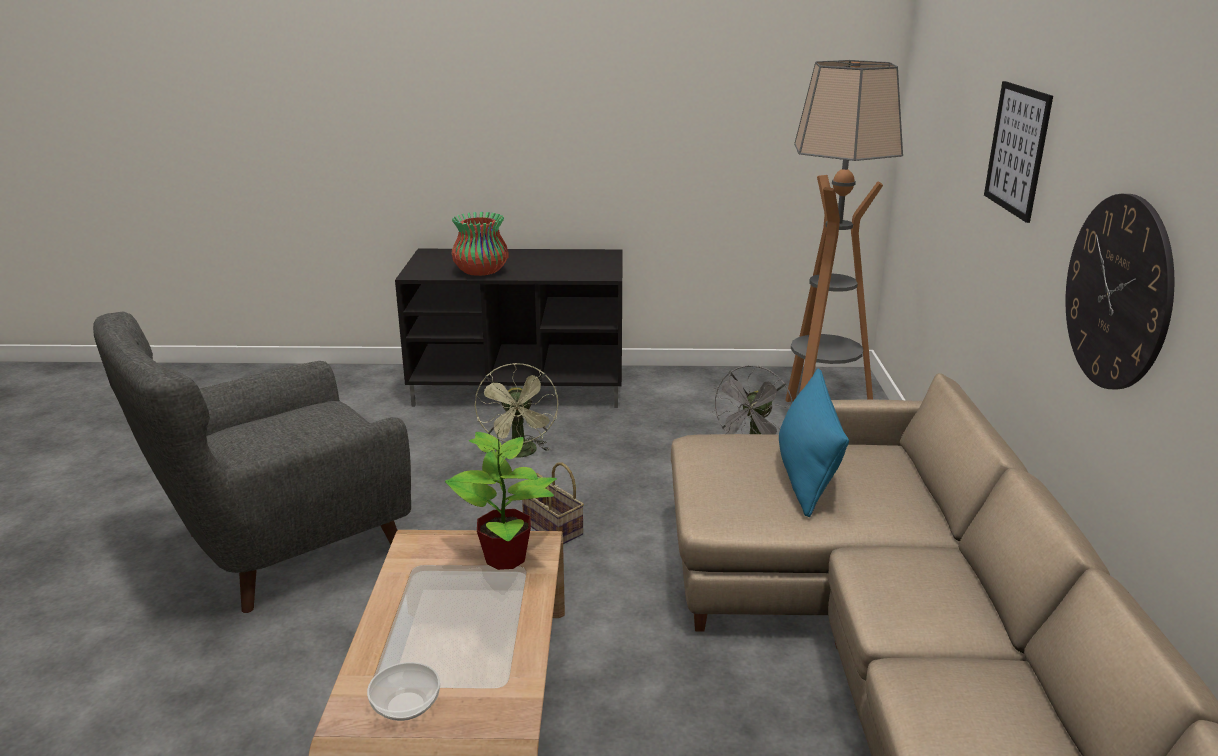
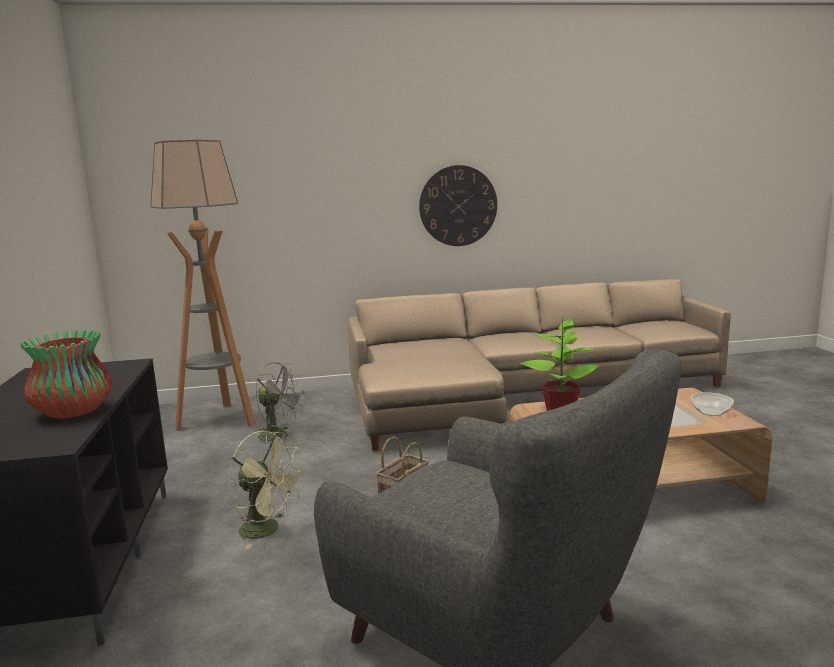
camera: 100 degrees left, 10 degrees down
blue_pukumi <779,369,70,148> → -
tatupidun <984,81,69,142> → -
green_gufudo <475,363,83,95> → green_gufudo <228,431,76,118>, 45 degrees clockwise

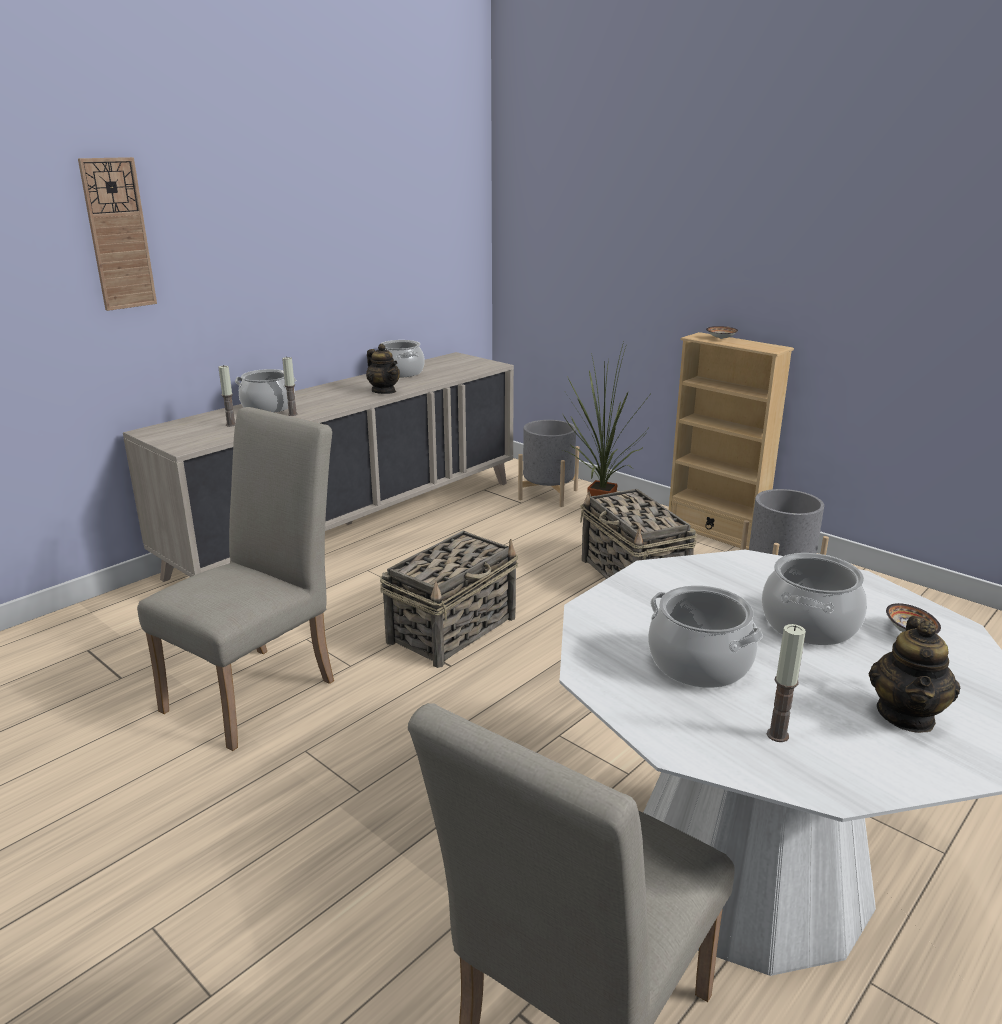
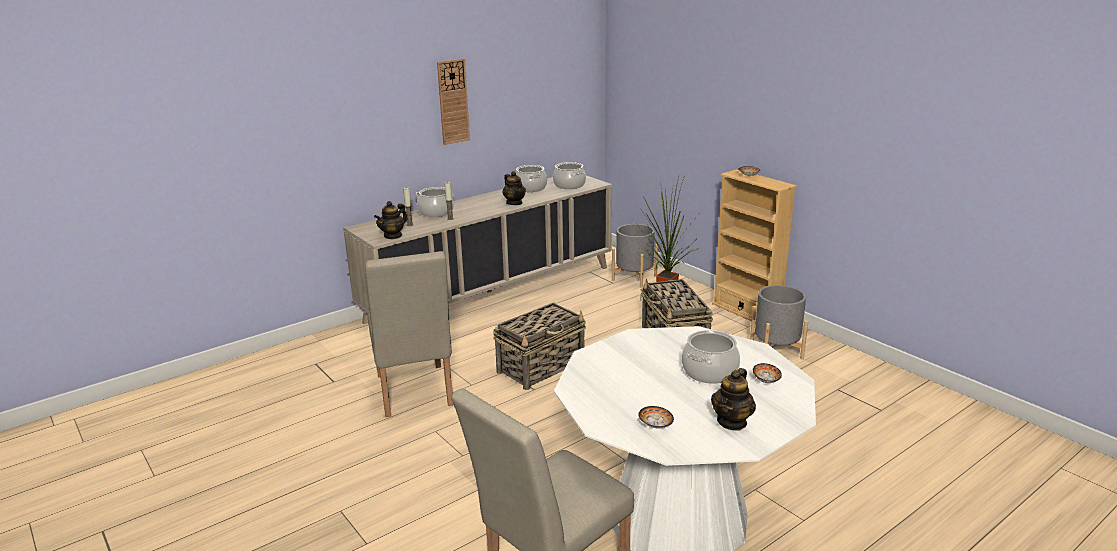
camera: 10 degrees right, 0 degrees up
- → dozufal <374,201,34,38>
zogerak <78,157,79,154> → zogerak <437,58,33,87>, moved
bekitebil <648,585,115,103> → bekitebil <553,162,33,27>, moved
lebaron <767,624,39,118> → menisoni <638,406,36,22>
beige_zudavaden <137,407,197,344> → beige_zudavaden <365,251,89,166>, 120 degrees clockwise

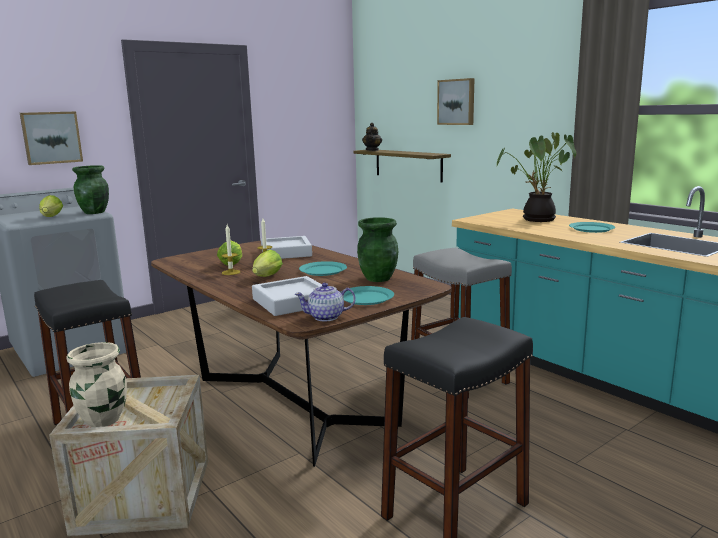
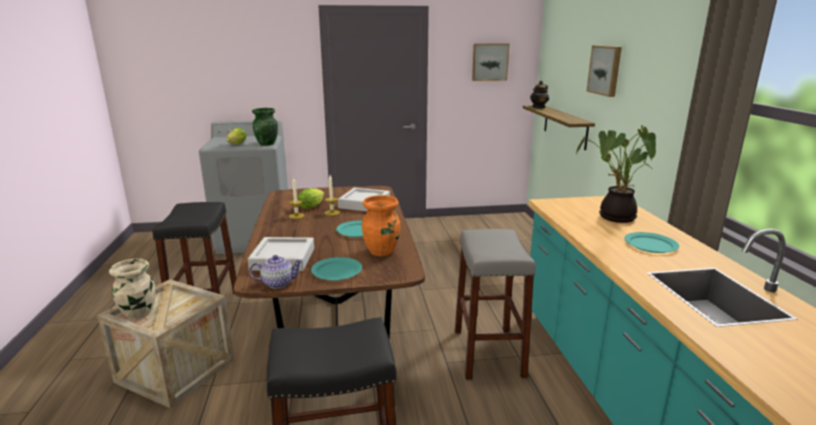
camera: 30 degrees right, 5 degrees up
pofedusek <252,250,31,27> → -
tatupidun <20,112,63,53> → tatupidun <472,44,38,37>, moved
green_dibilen <357,217,41,65> → orange_dibilen <362,195,38,61>
dozufal <295,283,61,38> → dozufal <249,255,54,33>, 150 degrees clockwise

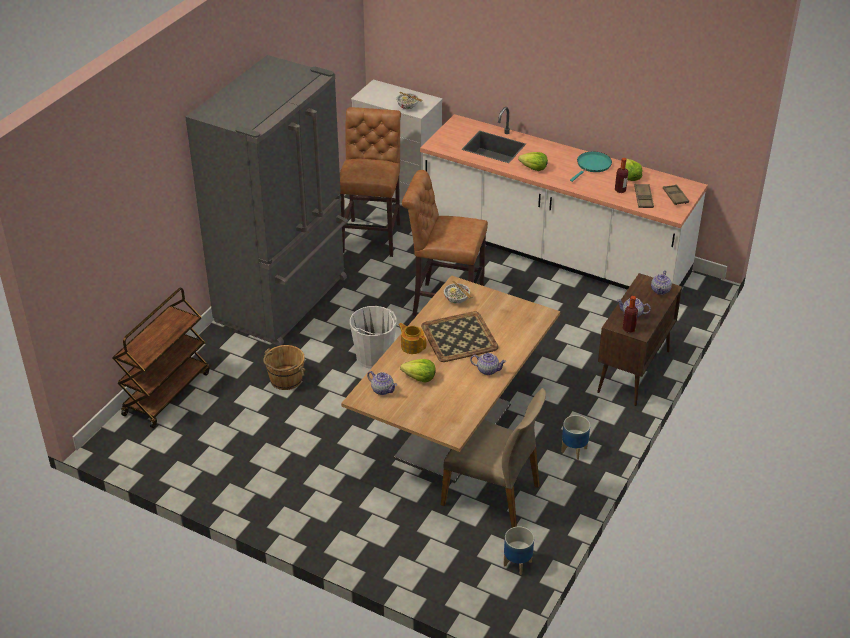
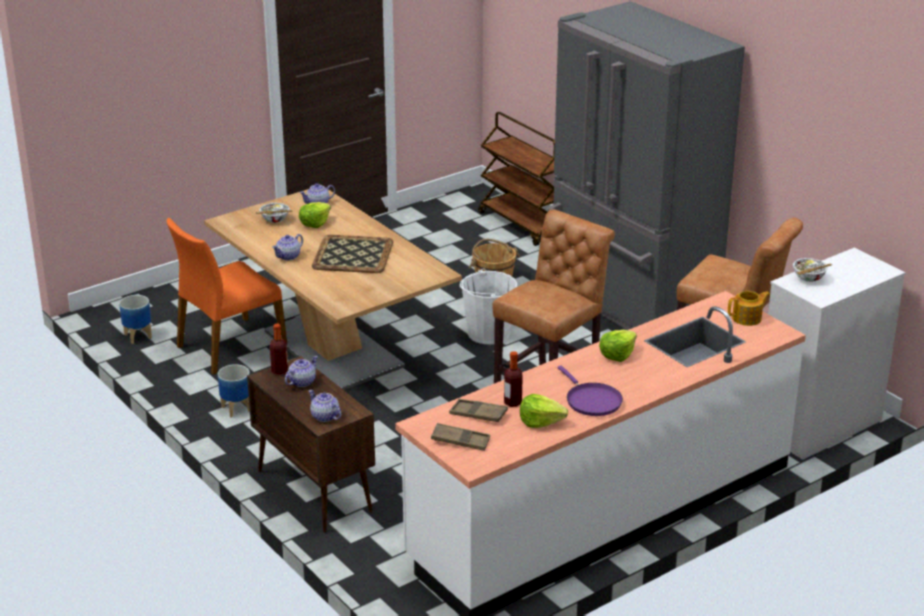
camera: 115 degrees right, 10 degrees down
dozufal <398,323,28,31> → dozufal <728,291,42,35>, moved
menisoni <444,281,28,23> → menisoni <256,203,37,20>, moved
beige_zudavaden <441,388,105,140> → orange_zudavaden <166,218,121,157>
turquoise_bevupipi <570,152,42,30> → purple_bevupipi <557,366,66,50>

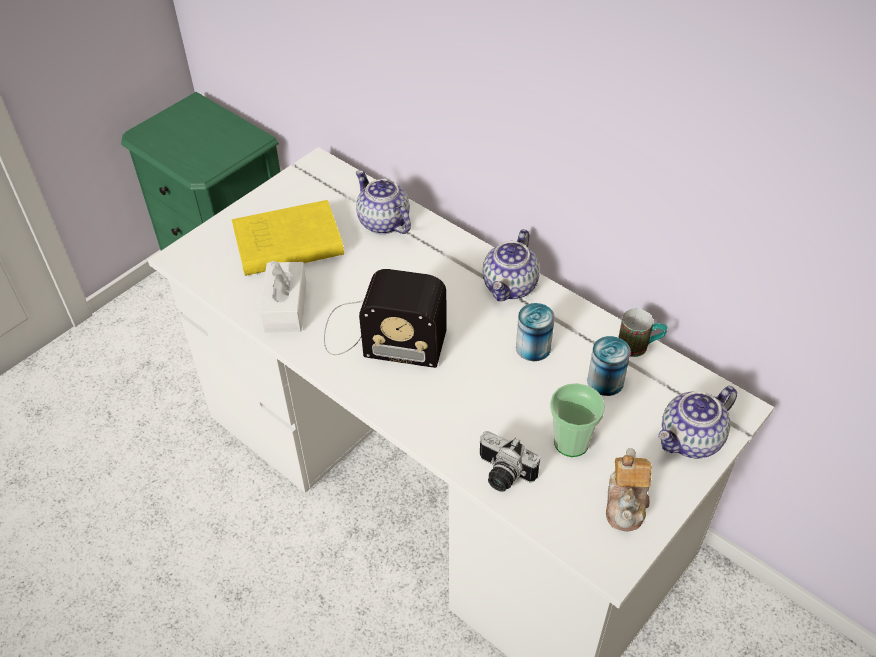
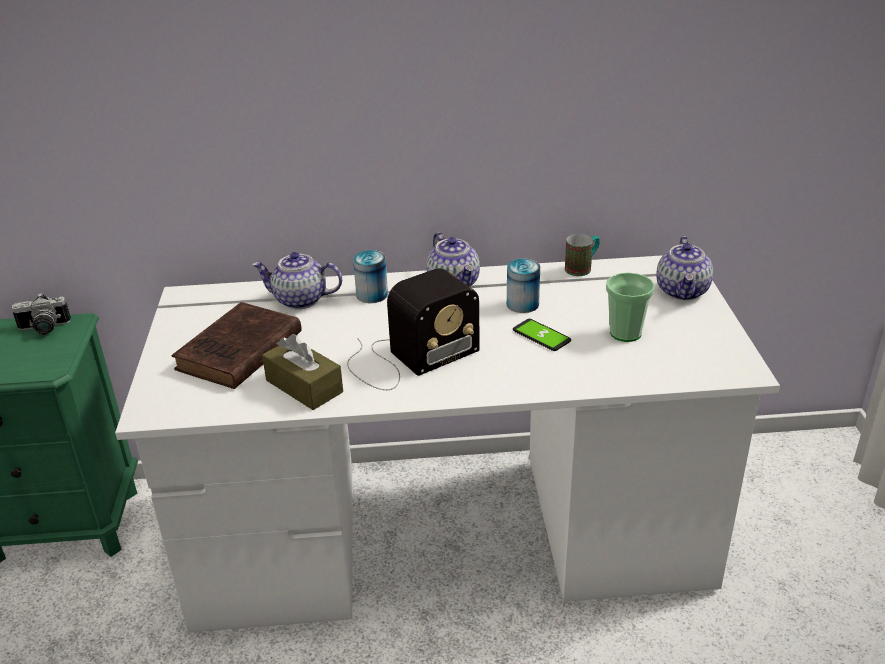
camera: 45 degrees left, 15 degrees down
dozufal <606,448,46,83> → -
- → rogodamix <513,319,58,32>
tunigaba <480,431,60,61> → tunigaba <12,292,59,43>, moved
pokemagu <587,336,44,60> → pokemagu <353,250,35,53>, moved
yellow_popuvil <232,200,112,76> → brown_popuvil <172,302,130,87>
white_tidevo <260,261,47,72> → brown_tidevo <262,334,81,76>

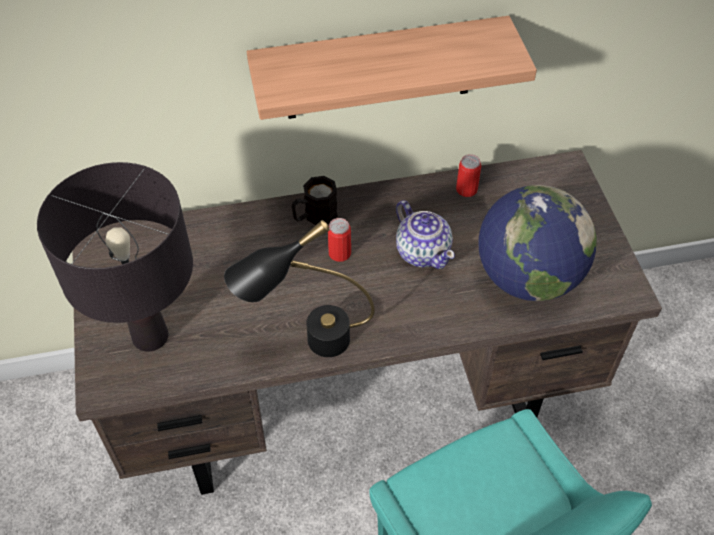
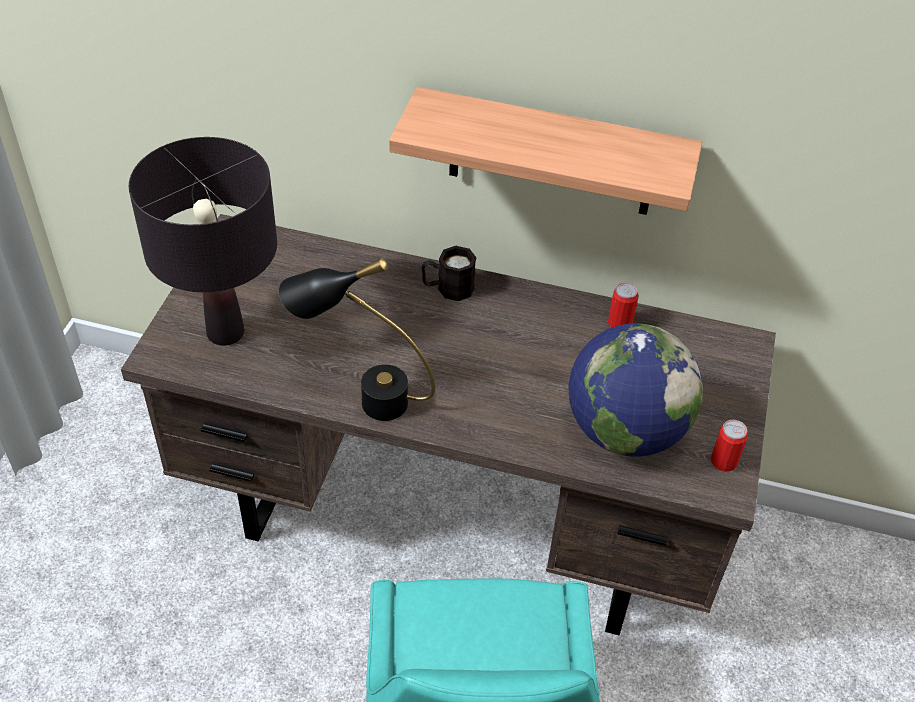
camera: 25 degrees right, 5 degrees down
dozufal <396,200,59,69> → -
pokemagu <328,218,23,44> → pokemagu <711,420,37,52>, moved

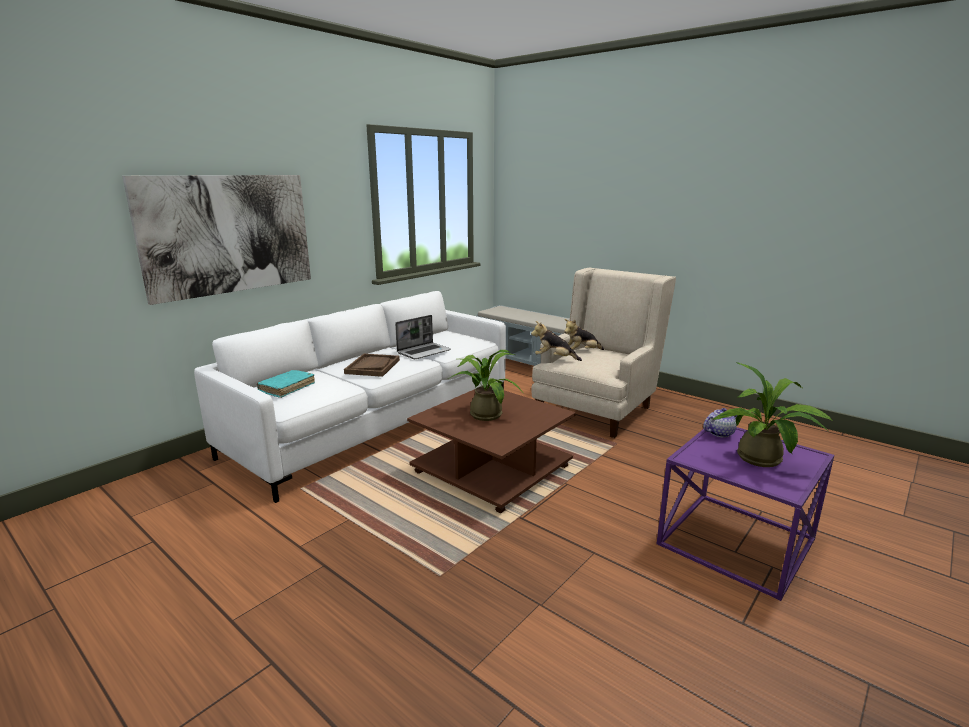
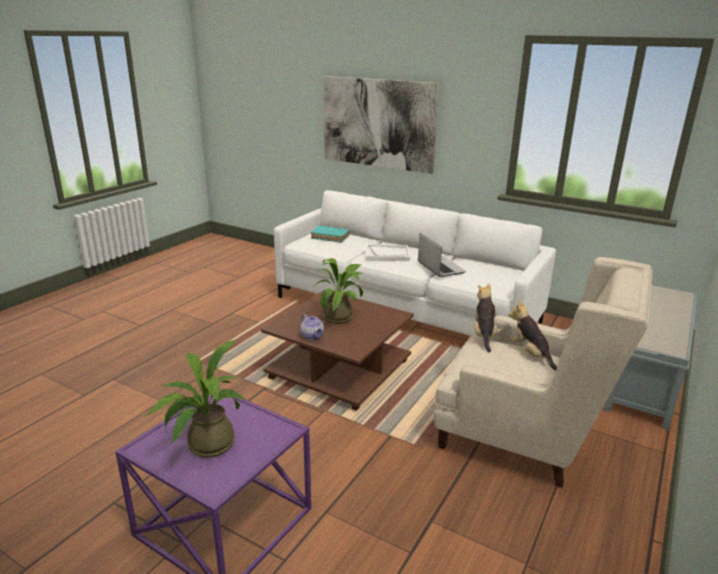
camera: 80 degrees right, 5 degrees up
dozufal <703,408,35,30> → dozufal <300,314,24,26>, moved
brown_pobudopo <344,354,56,23> → white_pobudopo <366,244,44,17>
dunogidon <395,315,56,44> → dunogidon <418,233,48,44>, 150 degrees counterclockwise

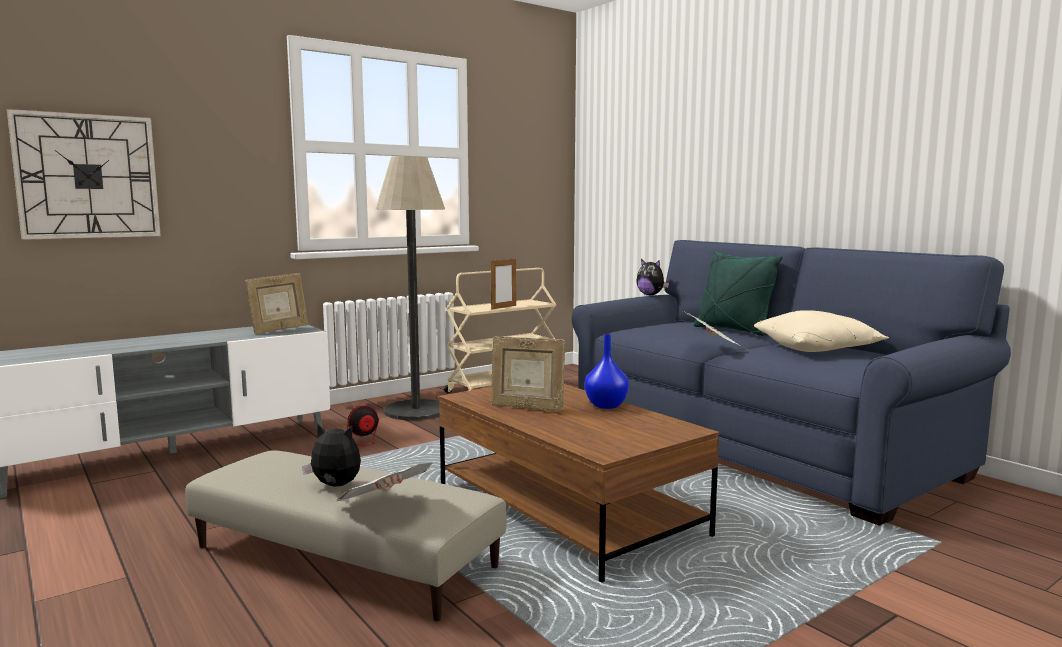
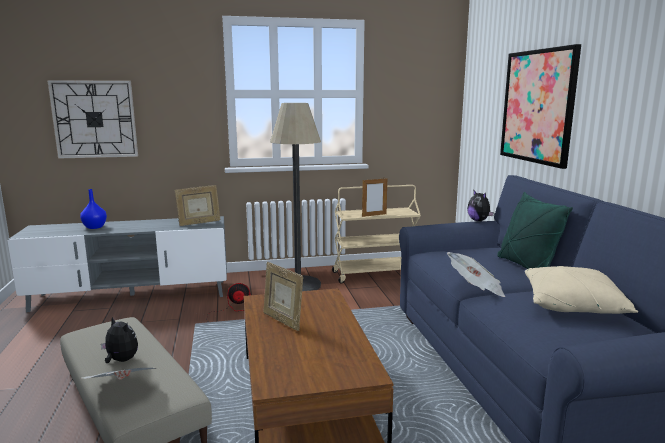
camera: 25 degrees right, 5 degrees up
- → tatupidun <500,44,81,125>
blue_dibilen <584,334,45,75> → blue_dibilen <80,189,27,40>, moved

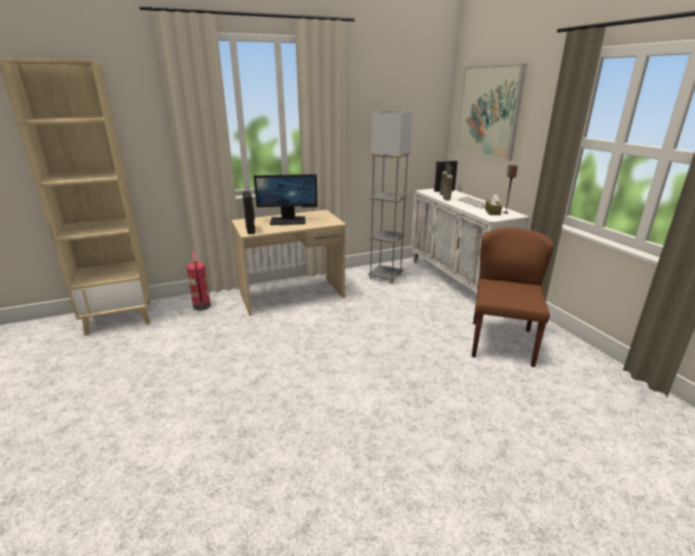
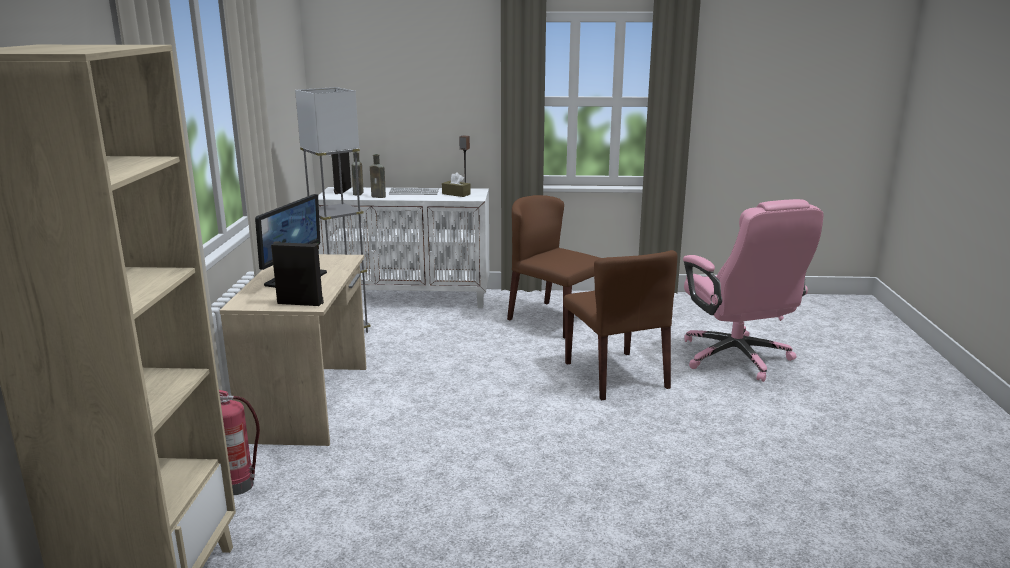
camera: 65 degrees left, 5 degrees down
tatupidun <456,64,71,97> → -
- → brown_zudavaden <564,250,114,150>
- → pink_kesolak <683,199,140,183>

